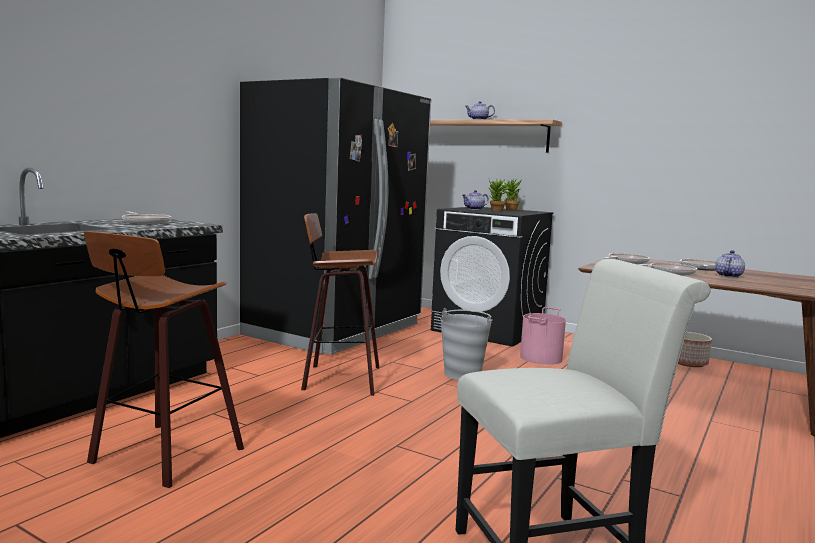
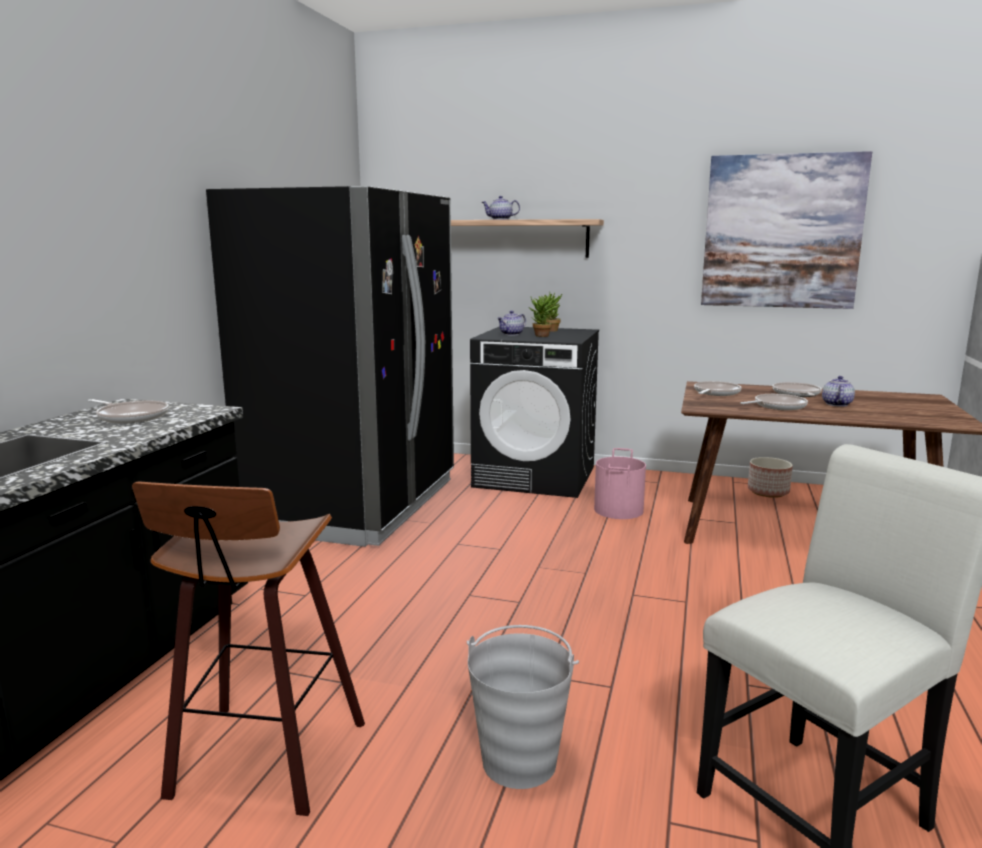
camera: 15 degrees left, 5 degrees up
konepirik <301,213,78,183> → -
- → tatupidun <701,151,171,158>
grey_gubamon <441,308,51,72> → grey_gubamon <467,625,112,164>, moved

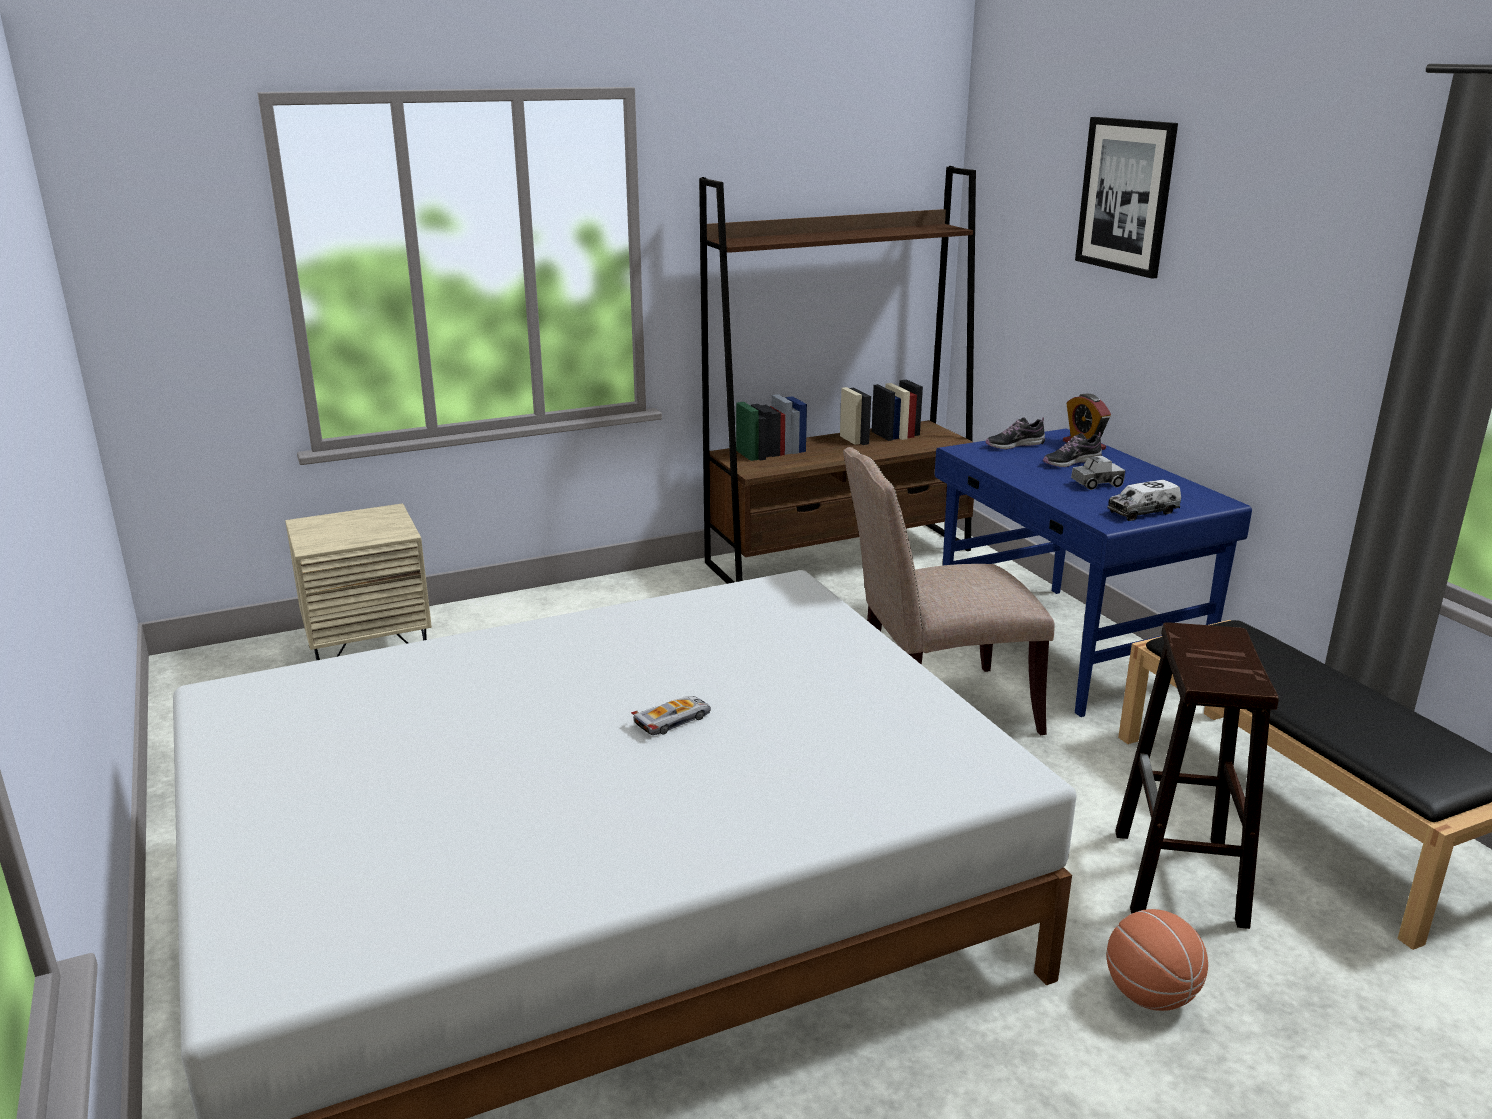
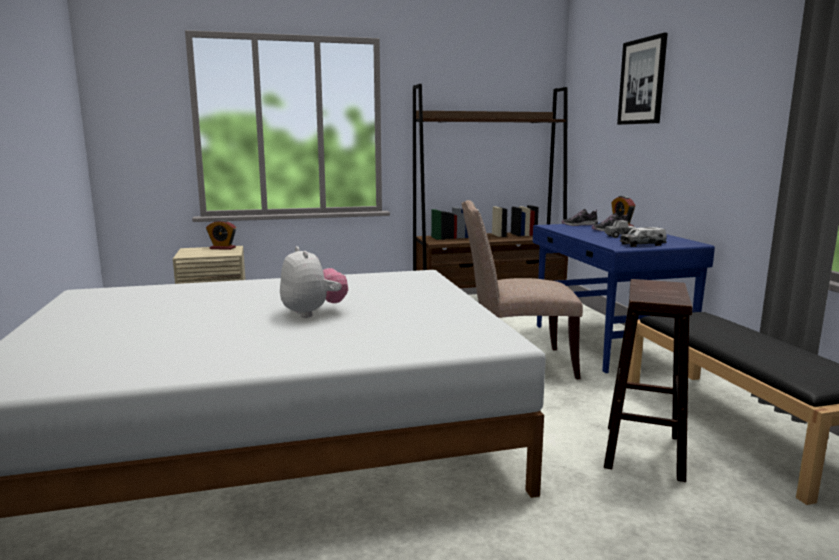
camera: 10 degrees right, 10 degrees down
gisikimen <1106,909,102,102> → -
- → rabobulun <206,219,30,31>
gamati <631,696,80,39> → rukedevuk <280,246,68,72>

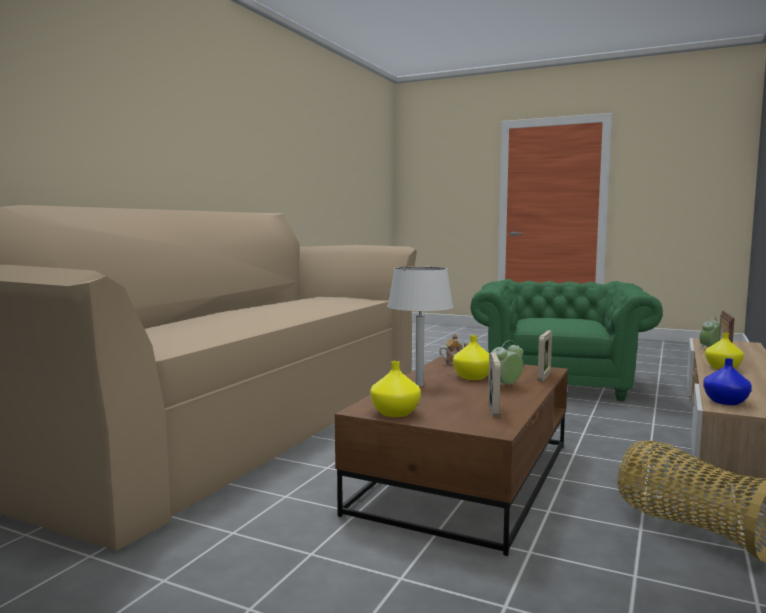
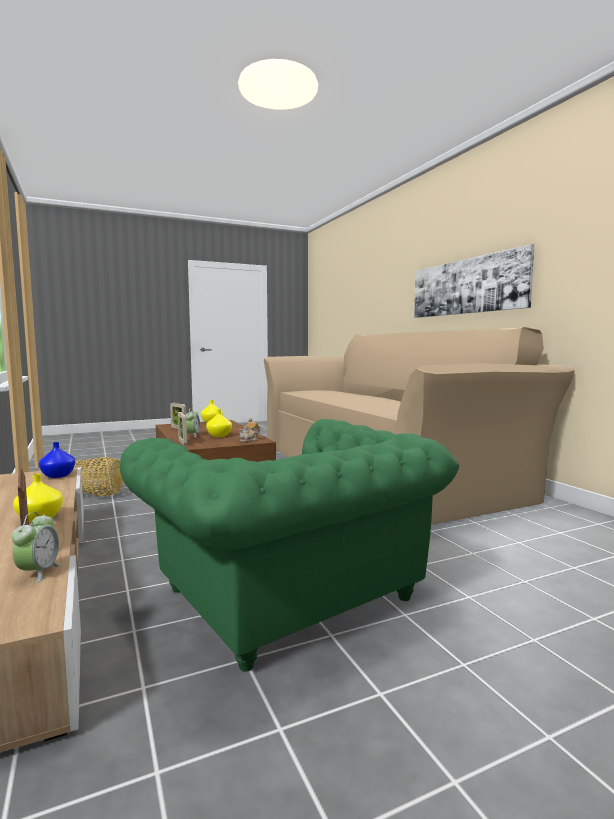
camera: 130 degrees right, 0 degrees up
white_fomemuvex <387,267,66,120> → -
- → tatupidun <414,244,121,74>

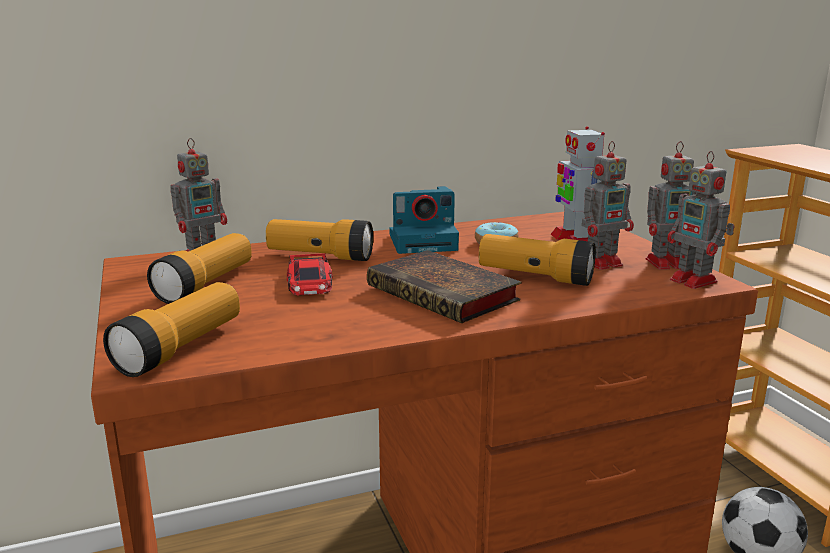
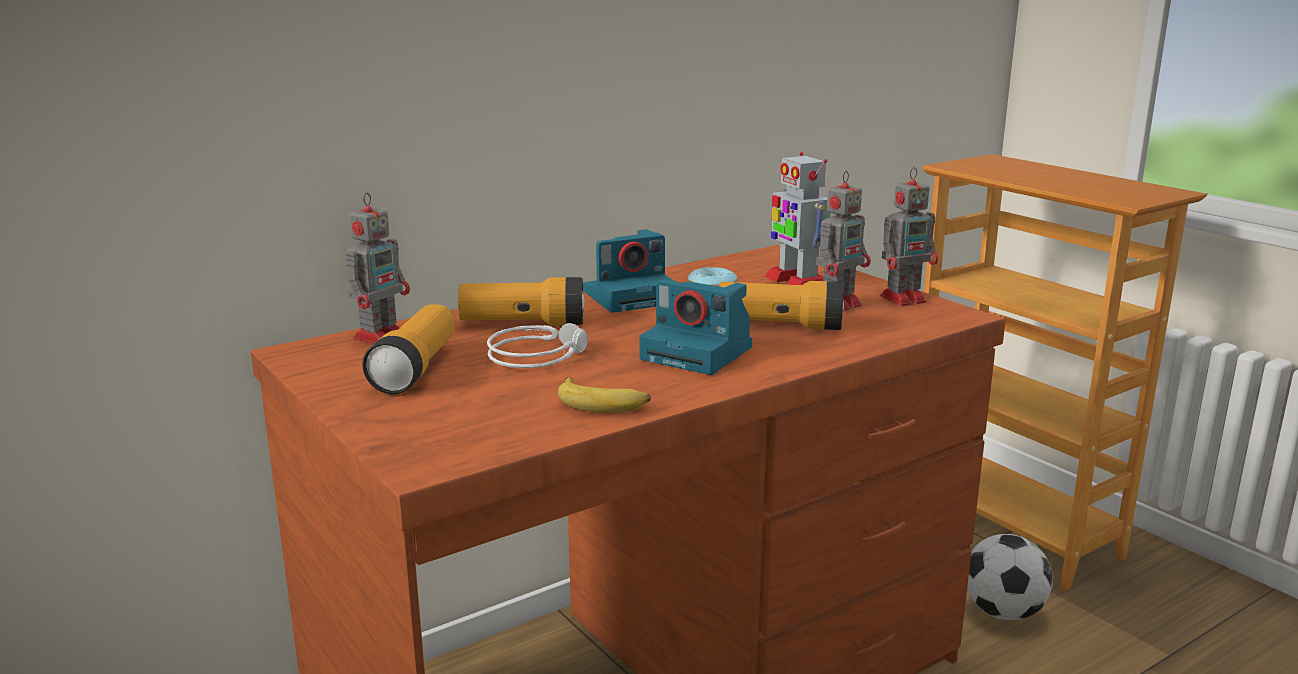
camera: 15 degrees left, 0 degrees up
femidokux <103,282,137,95> → -
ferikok <667,151,68,138> → -
- → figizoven <558,377,93,36>
gamati <287,253,46,43> → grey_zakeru <487,323,101,45>
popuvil <367,250,154,73> → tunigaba <639,280,113,95>

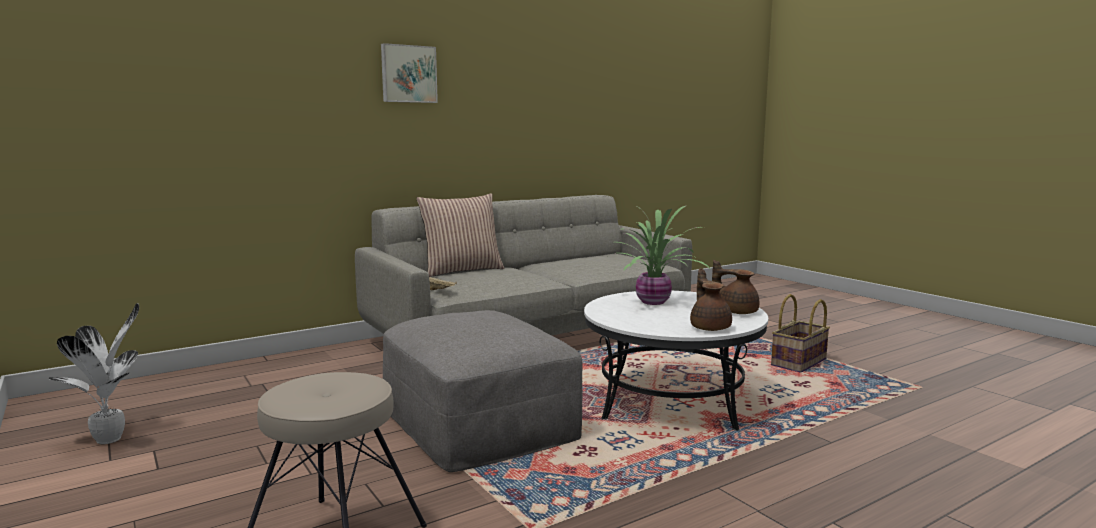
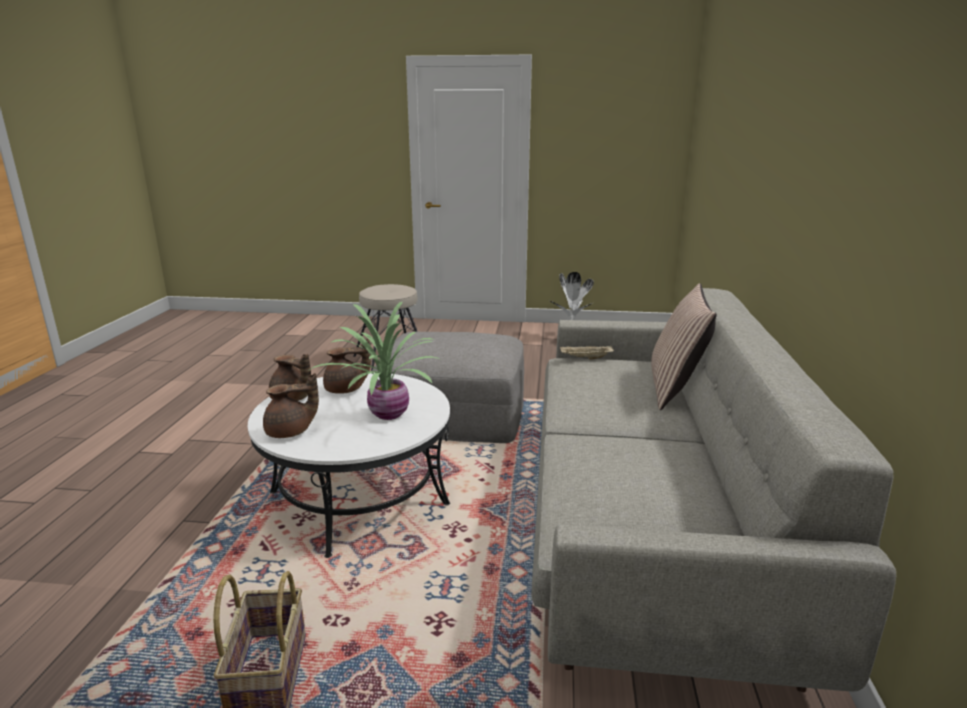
camera: 130 degrees right, 10 degrees up
tatupidun <381,43,57,60> → -
- → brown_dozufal <323,338,48,56>

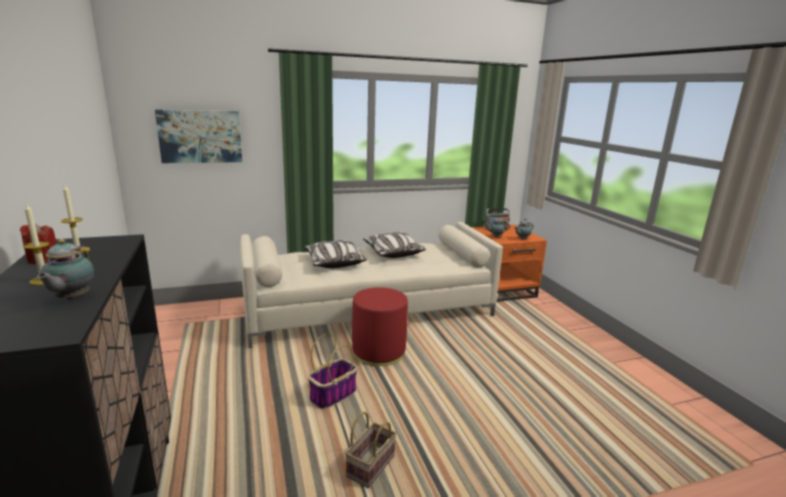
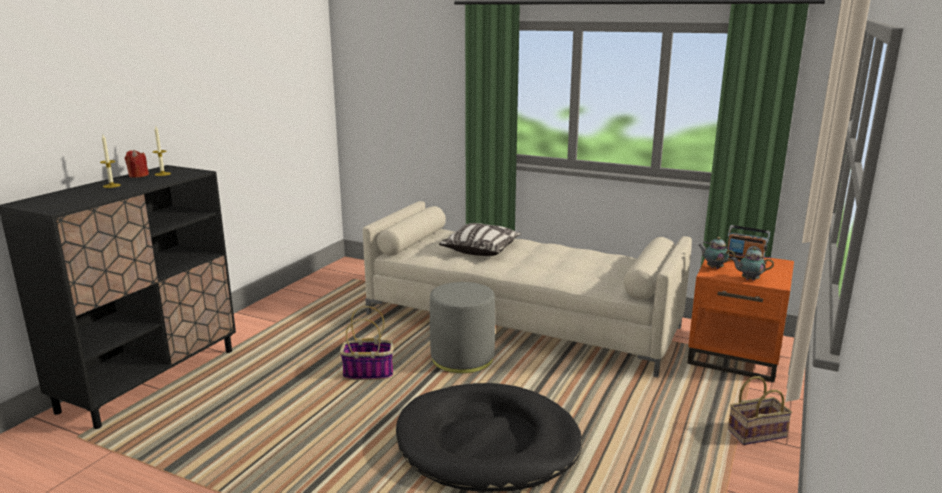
camera: 45 degrees right, 0 degrees up
dozufal <37,239,57,61> → -
tatupidun <155,110,87,53> → -
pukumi <363,232,63,26> → -
- → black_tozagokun <396,383,186,109>
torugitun <345,412,51,76> → torugitun <728,376,64,69>, moved
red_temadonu <352,287,56,79> → grey_temadonu <430,282,65,91>

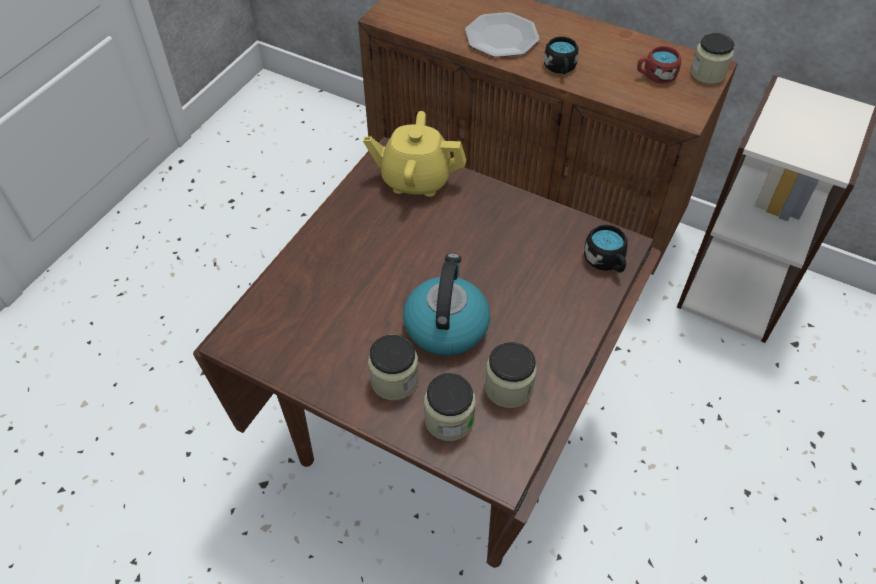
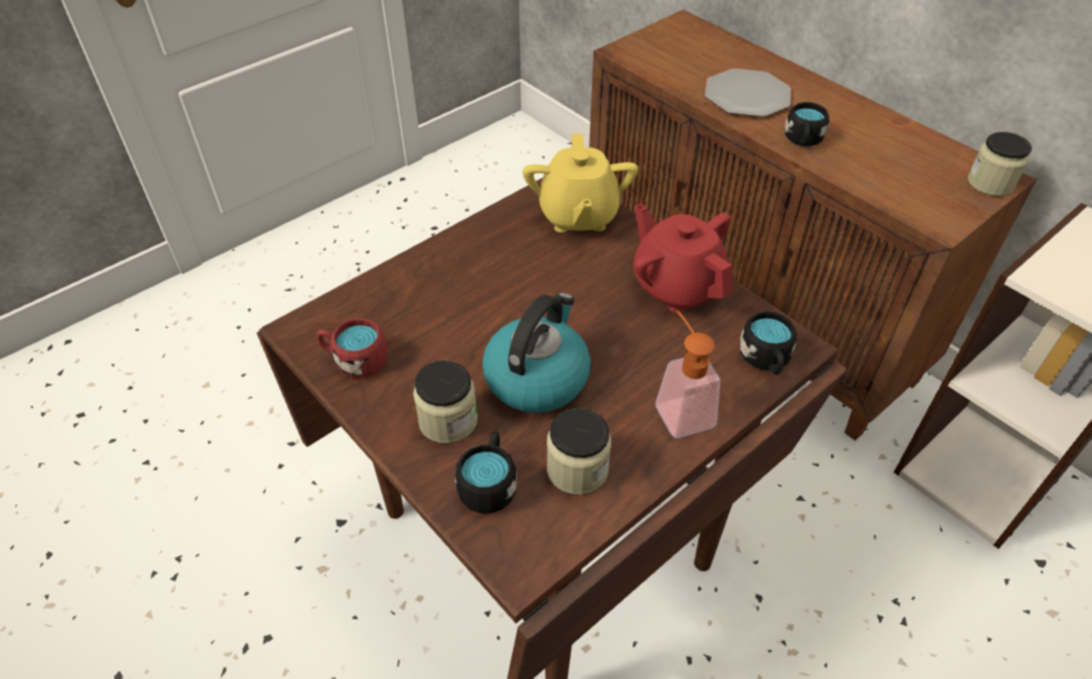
camera: 20 degrees right, 5 degrees down
- → red_dozufal <633,204,100,109>
- → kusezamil <656,310,64,128>
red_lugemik <637,46,44,37> → red_lugemik <316,318,72,60>, moved
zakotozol <424,373,52,68> → black_lugemik <455,431,62,82>
yellow_dozufal <363,111,103,86> → yellow_dozufal <523,134,115,99>, 120 degrees counterclockwise

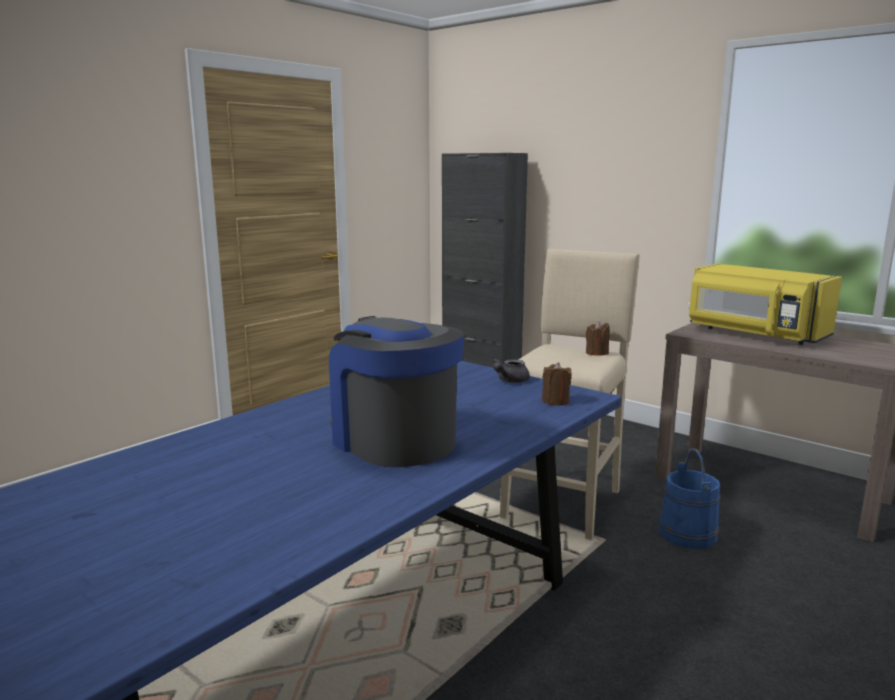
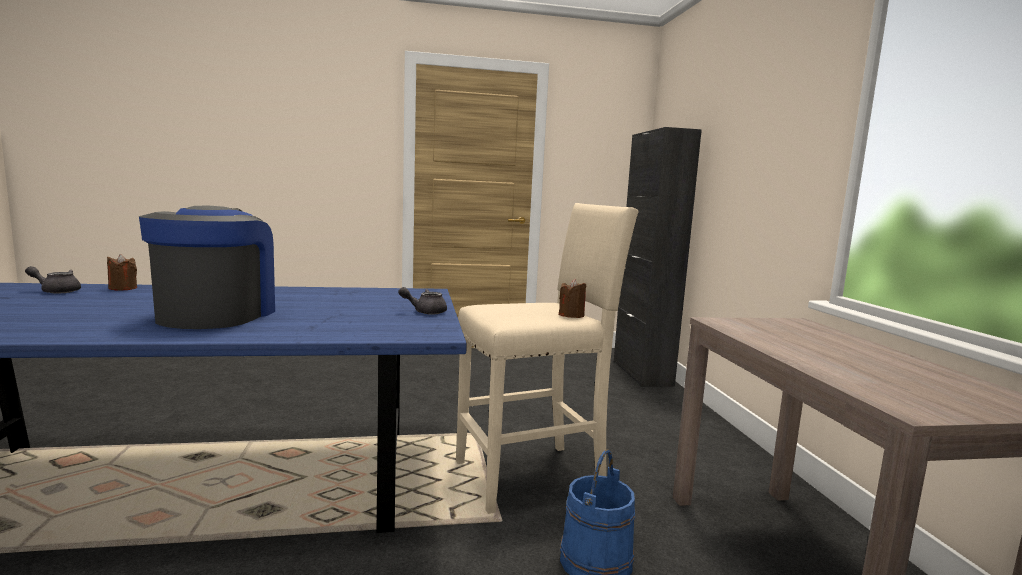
camera: 40 degrees right, 5 degrees down
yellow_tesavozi <689,264,153,81> → -
- → grey_dozufal <25,266,56,28>
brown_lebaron <542,362,30,43> → brown_lebaron <107,254,30,37>, moved

